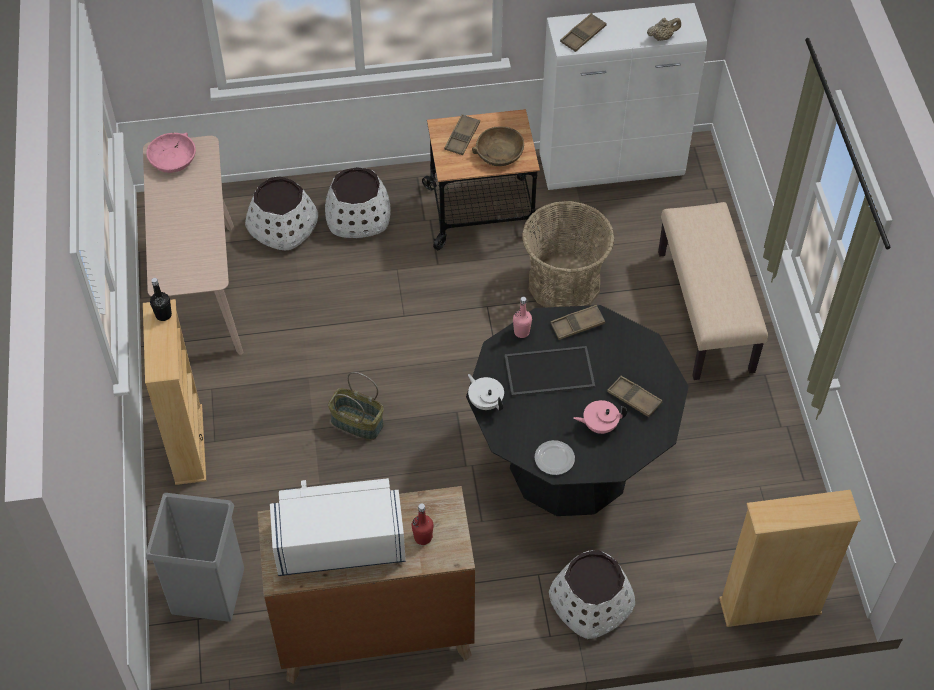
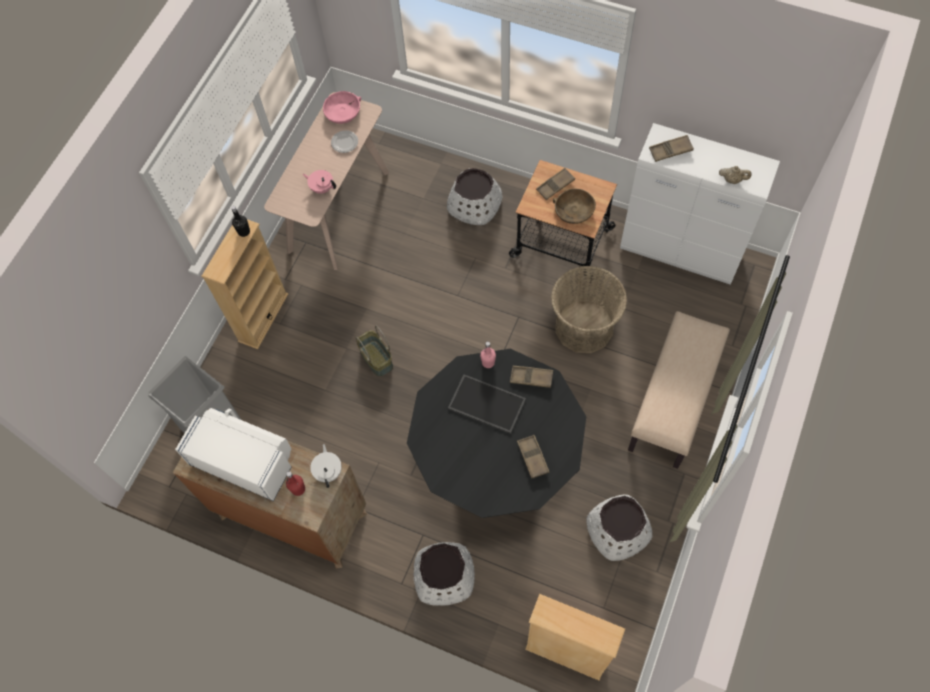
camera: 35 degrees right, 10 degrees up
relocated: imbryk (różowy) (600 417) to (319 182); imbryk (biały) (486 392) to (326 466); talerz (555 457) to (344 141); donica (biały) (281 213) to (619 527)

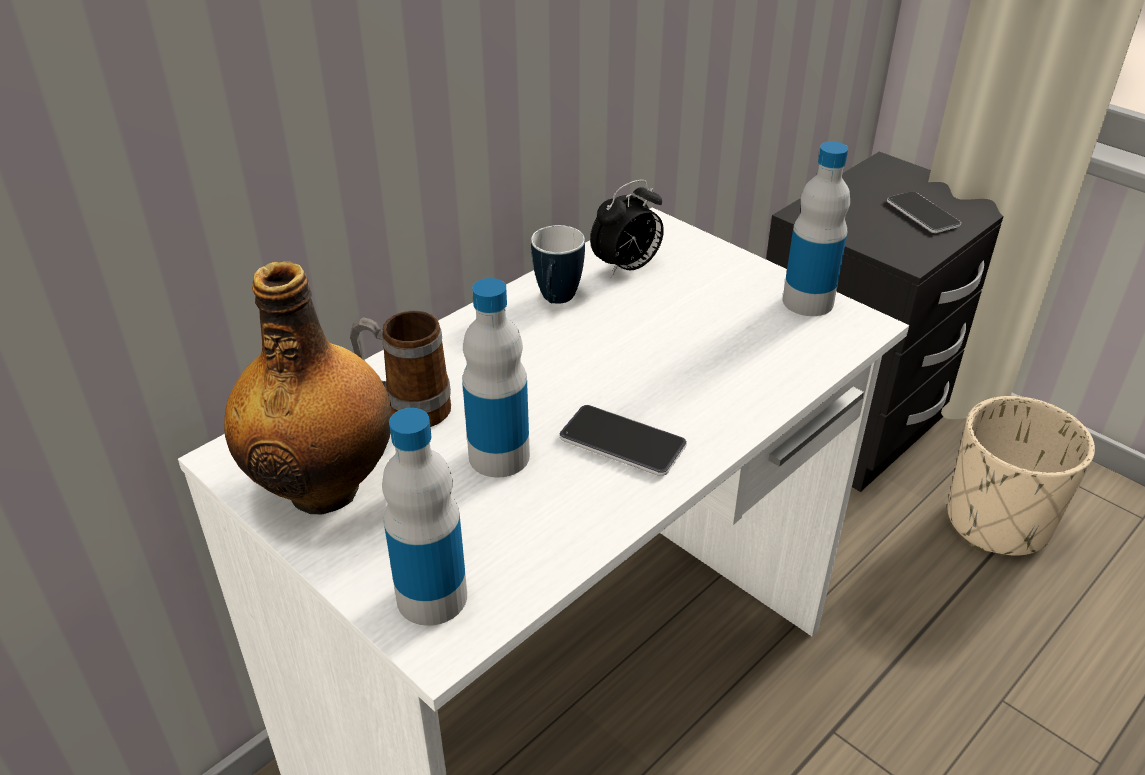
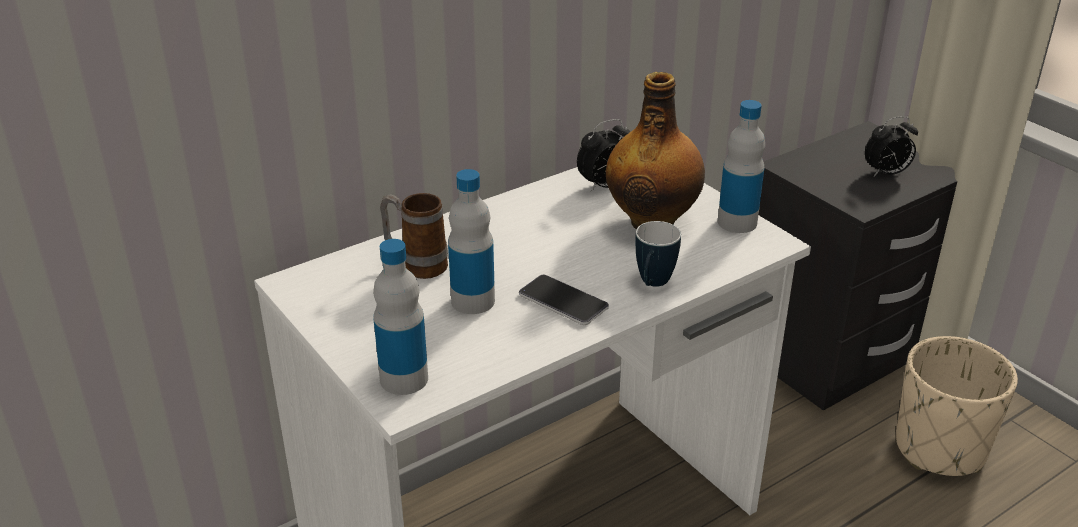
camera: 10 degrees right, 5 degrees down
relocated: butelka (308 388) to (655 151); kubek (558 264) to (658 254)
exchanged: telefon (924 212) to budzik (891 146)

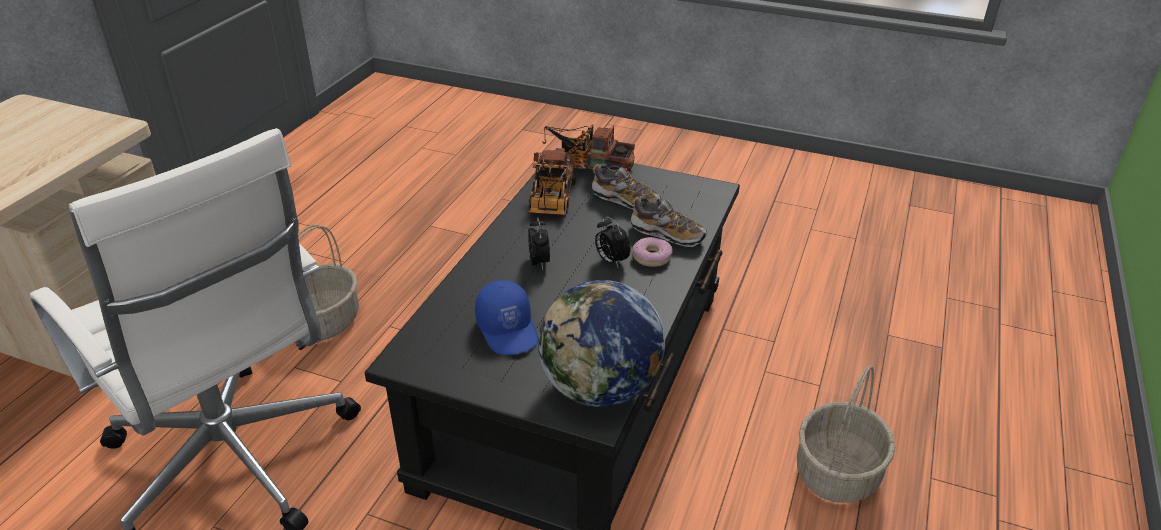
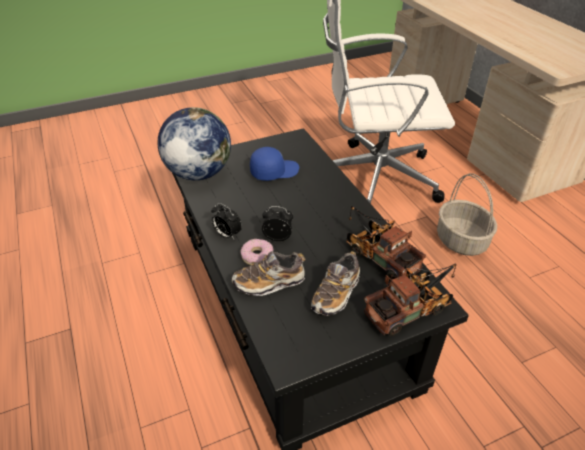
camera: 135 degrees right, 5 degrees up
missing: koszyk (846 434)
relocated: budzik (539 243) to (226 221)
spun: czapka z daszkiem (niebieski) (506 317) = (274 164) 135 degrees clockwise; but (626 187) = (335 283) 45 degrees counterclockwise

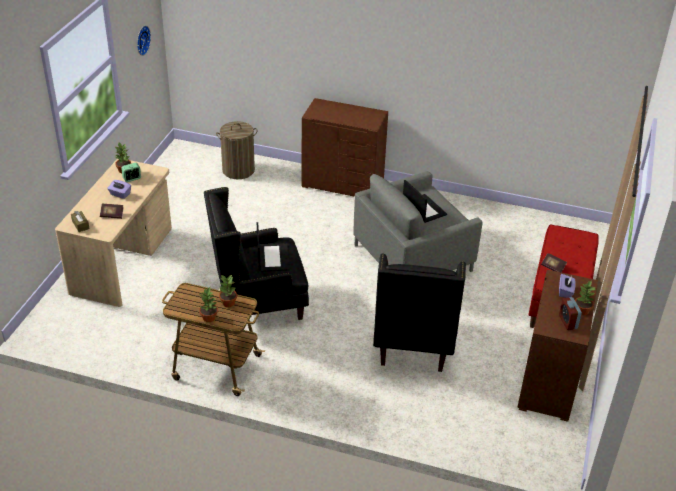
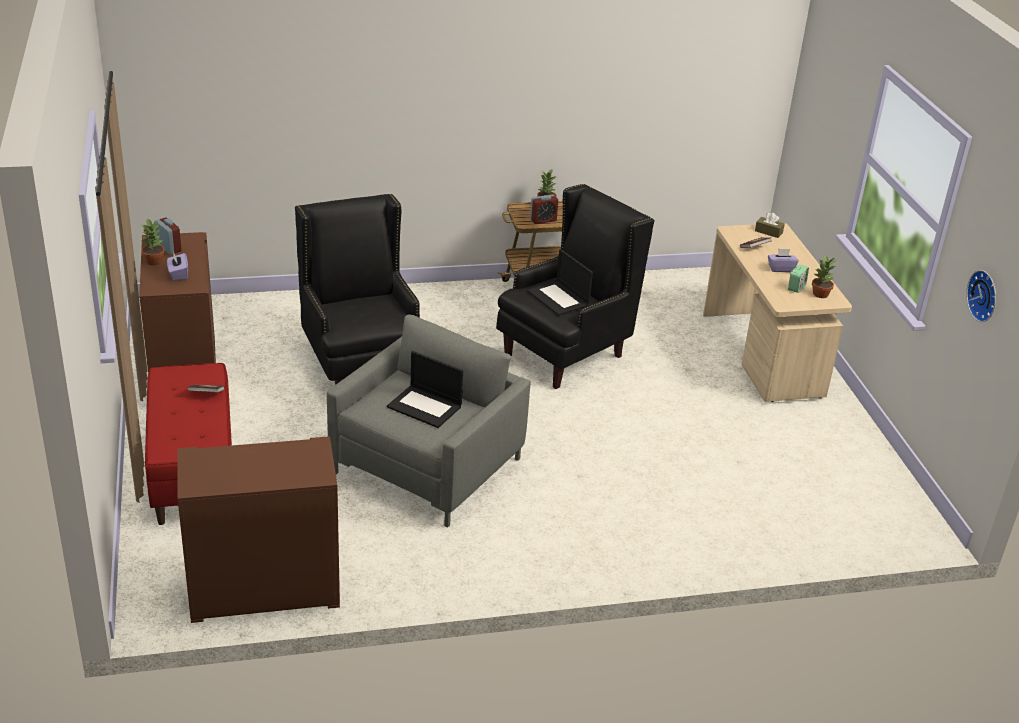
camera: 150 degrees right, 5 degrees down
missing: kosz na pranie (236 150)
relocated: komoda (brązowy) (345 147) to (259 529)
exchanged: roślina doniczkowa (228 290) to budzik (544 209)

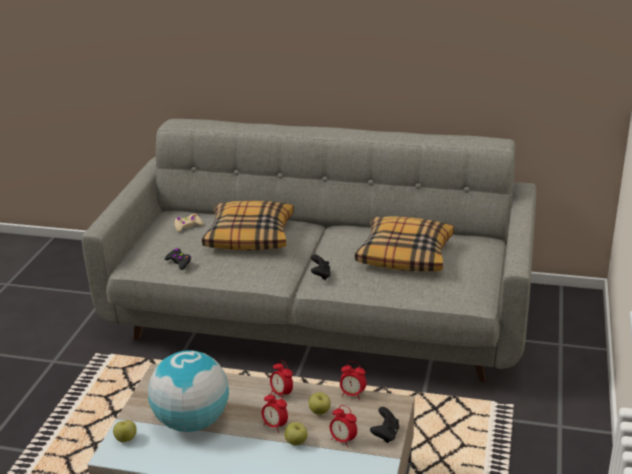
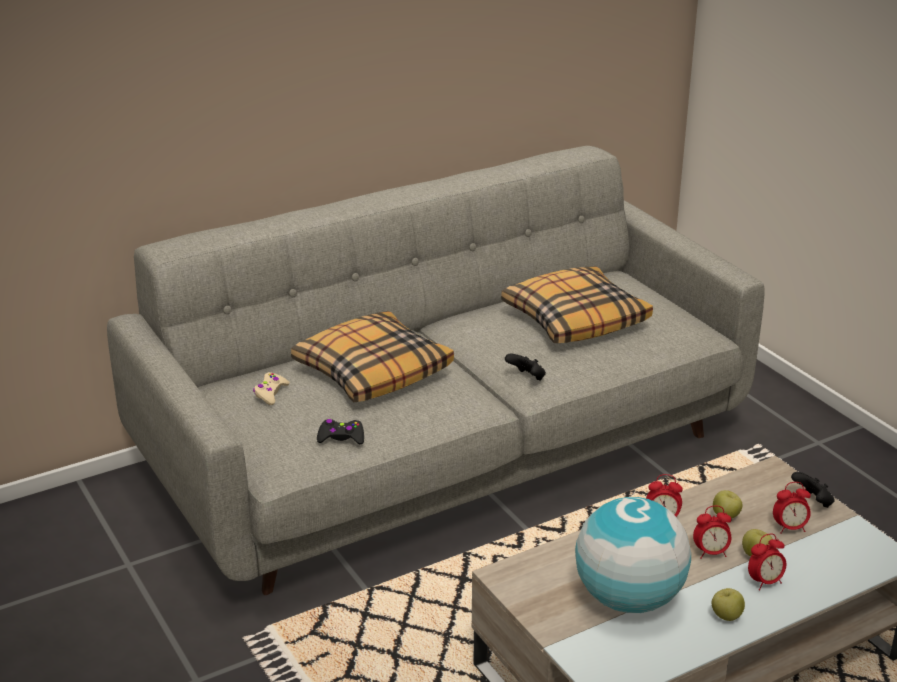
camera: 45 degrees left, 0 degrees up
relocated: jabłko (124 431) to (728 604); budzik (353 380) to (767 561)

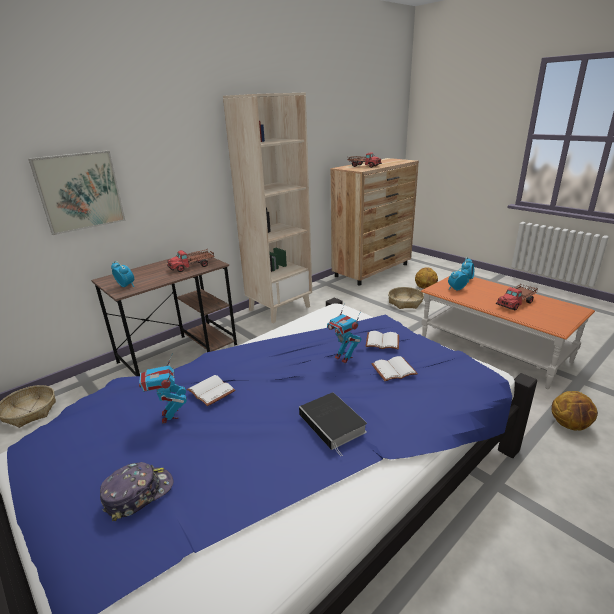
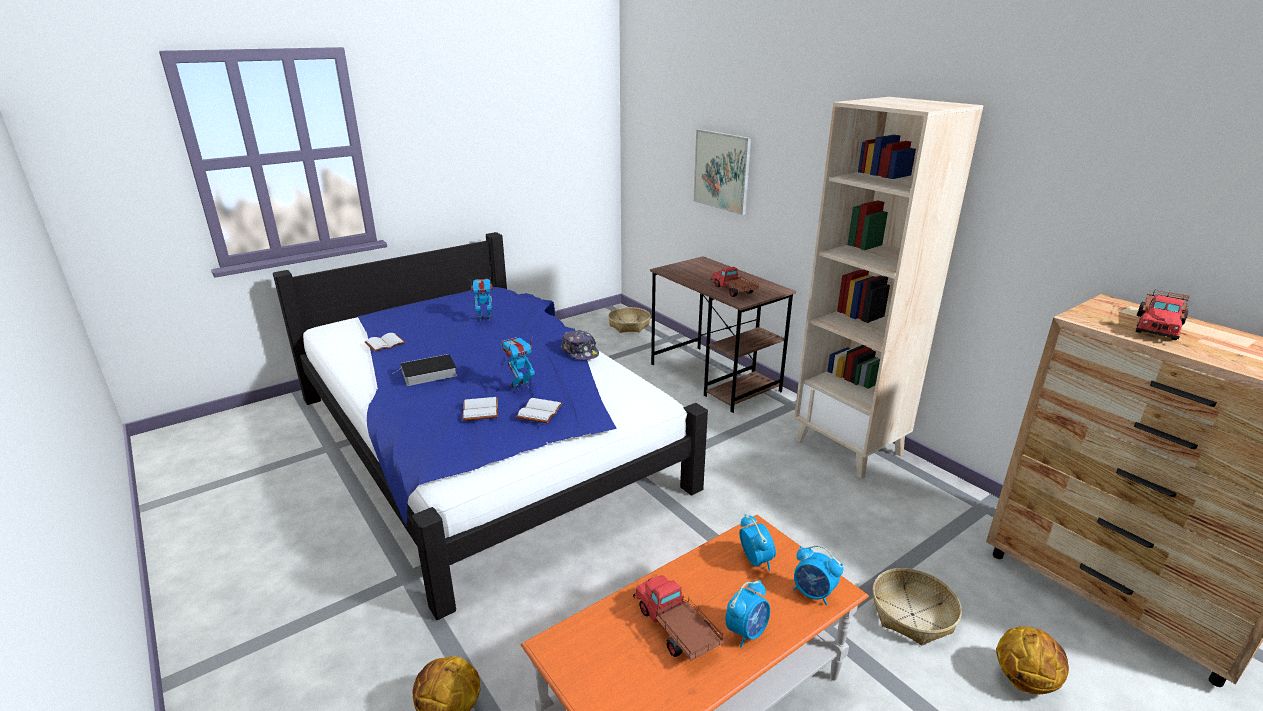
camera: 95 degrees right, 0 degrees up
relocated: książka (biały) (211 390) to (385 342); czapka z daszkiem (137 491) to (580 345); budzik (122 274) to (747 614)

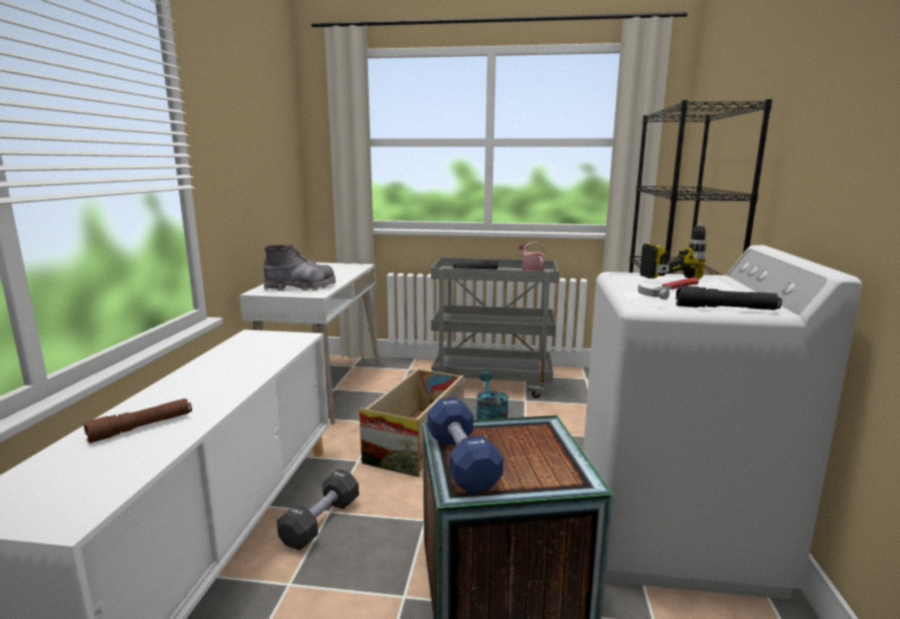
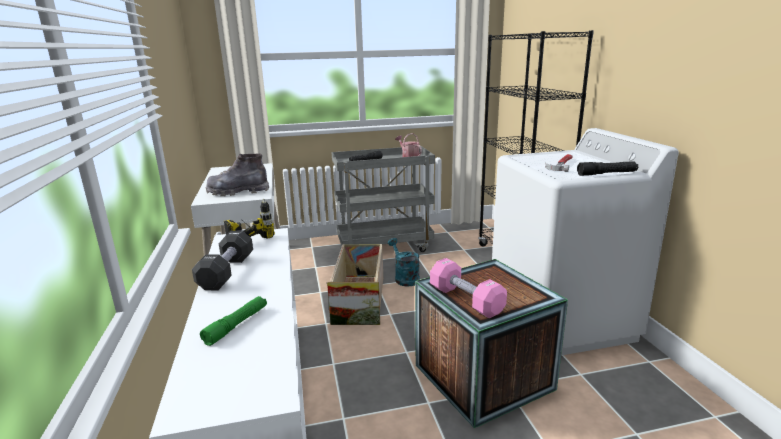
camera: 20 degrees left, 5 degrees up
relocated: hantel (czarny) (318 509) to (222 260); wiertarka (673 249) to (249 218)
colour: latarka (brązowy) (138 420) to latarka (zielony) (233 321); hantel (niebieski) (465 445) to hantel (różowy) (468 288)
spun: but z cholewką (szary) (300 267) = (237 174) 150 degrees counterclockwise

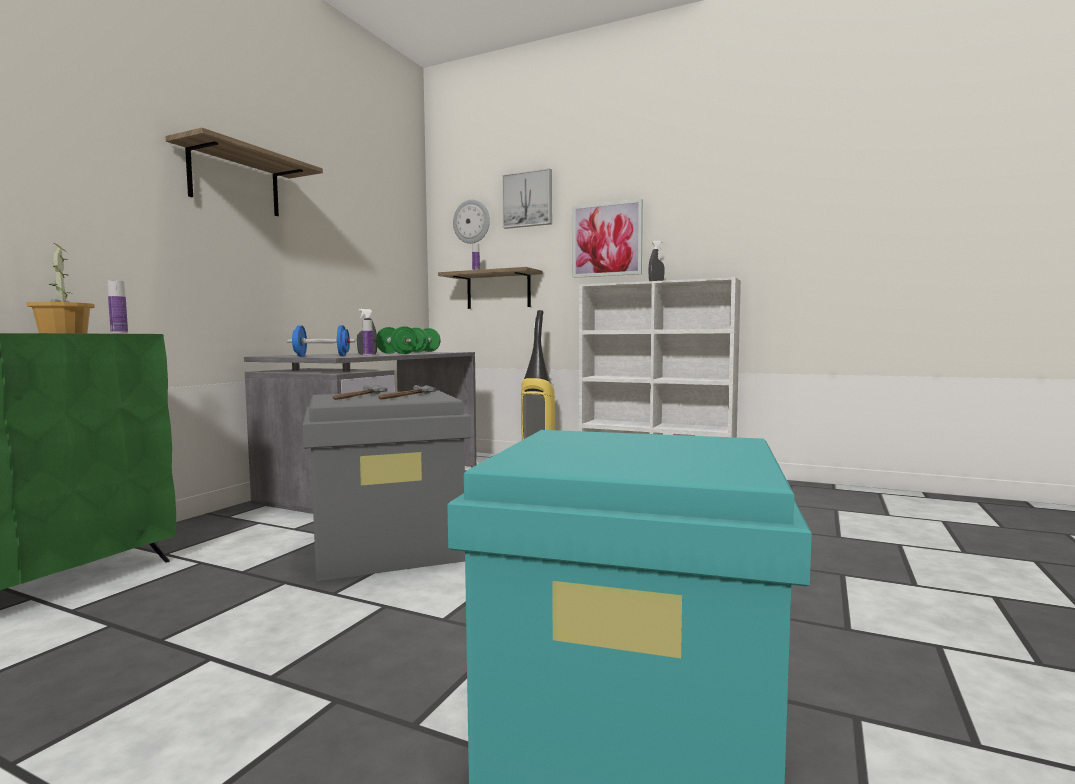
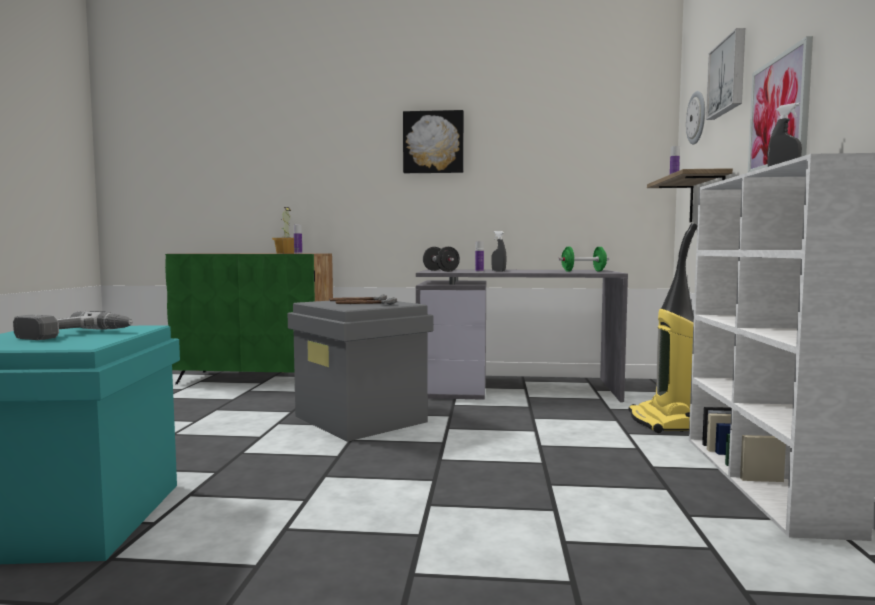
camera: 70 degrees right, 0 degrees up
missing: hantel (zielony) (397 340)
appeared: wiertarka (73 325)
exchanged: półka (244 171) to obraz (433 141)
colour: hantel (niebieski) (321 341) to hantel (czarny) (441 259)

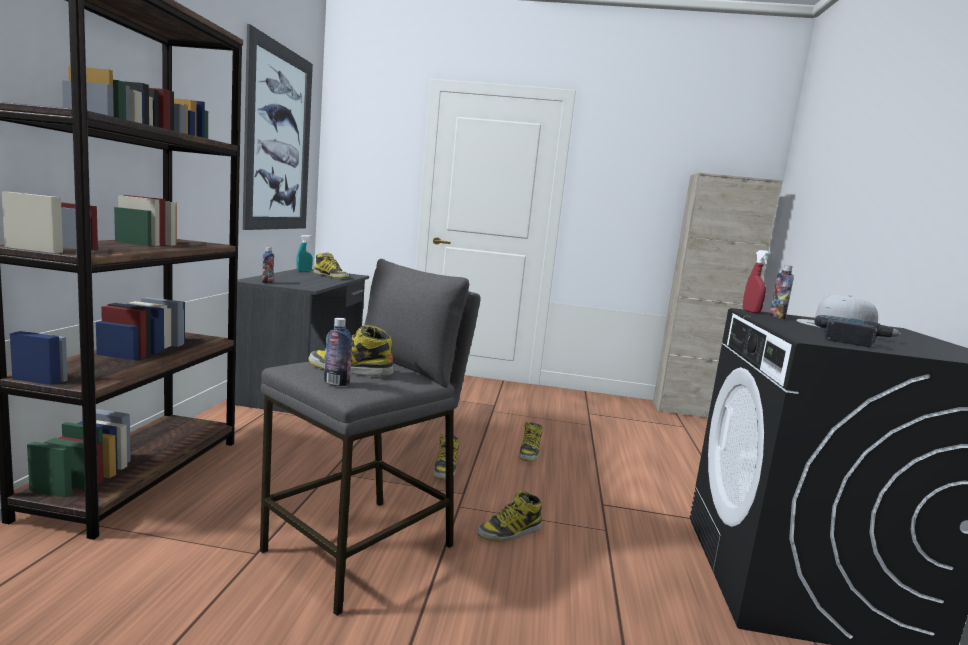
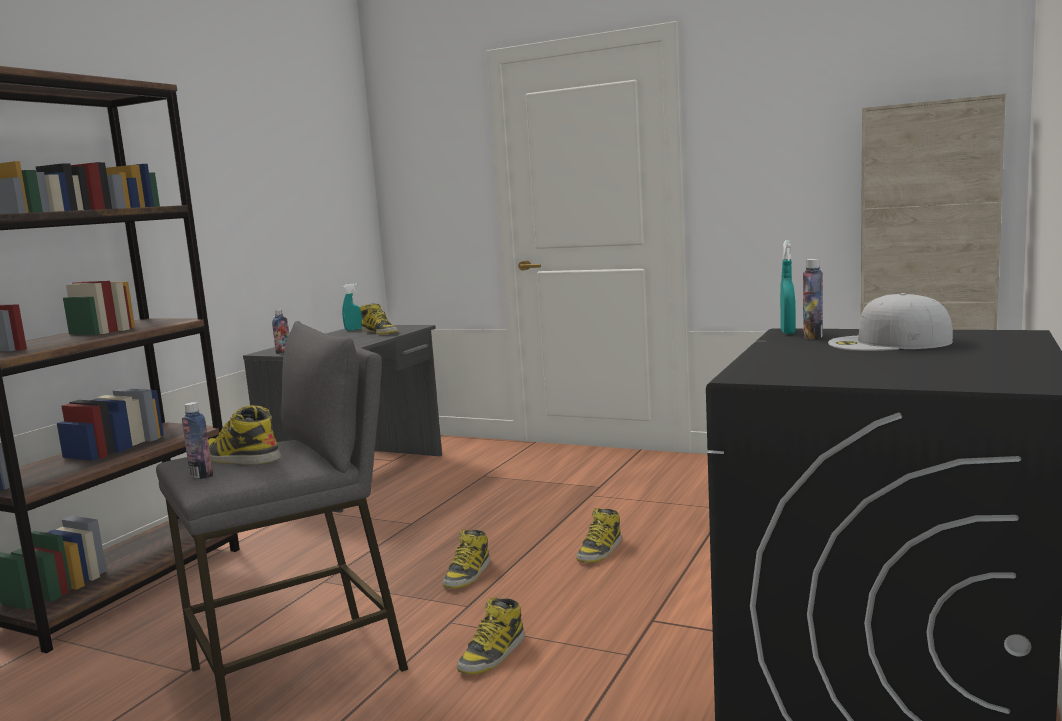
camera: 20 degrees right, 0 degrees up
missing: obraz (278 127); wiertarka (858 331)
colour: spryskiwacz (czerwony) (757 281) to spryskiwacz (turkusowy) (788 287)
spun: but z cholewką (509 516) = (491 636) 45 degrees counterclockwise

